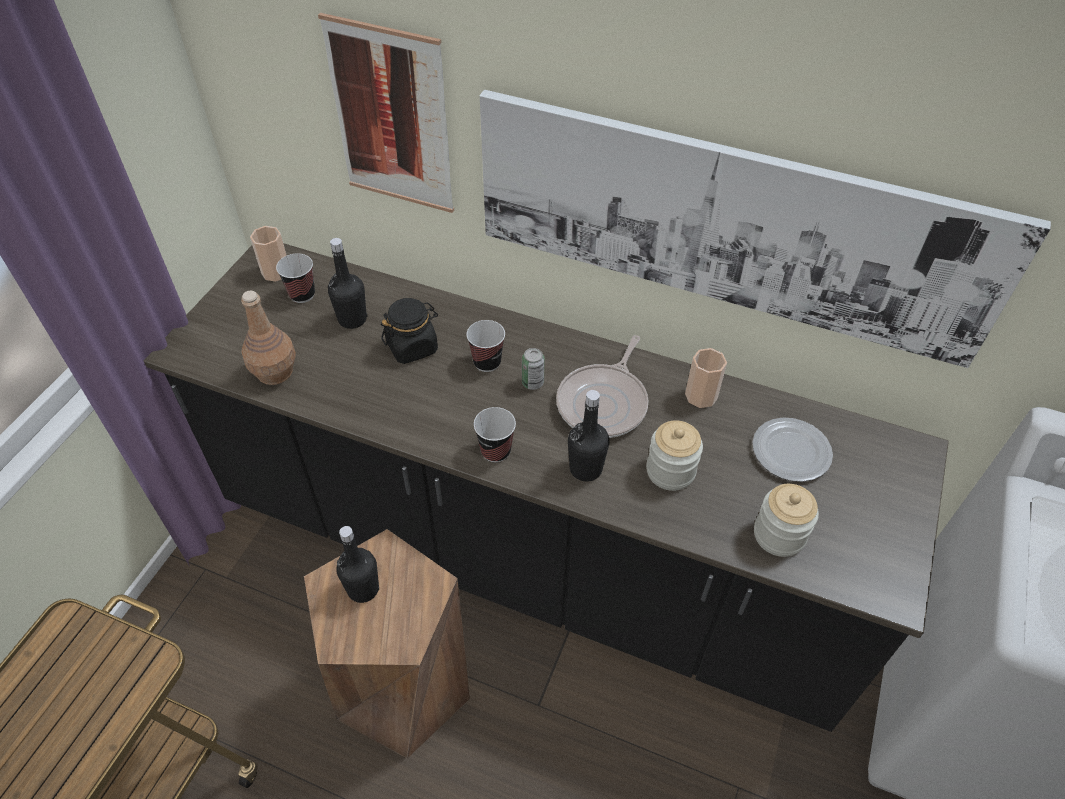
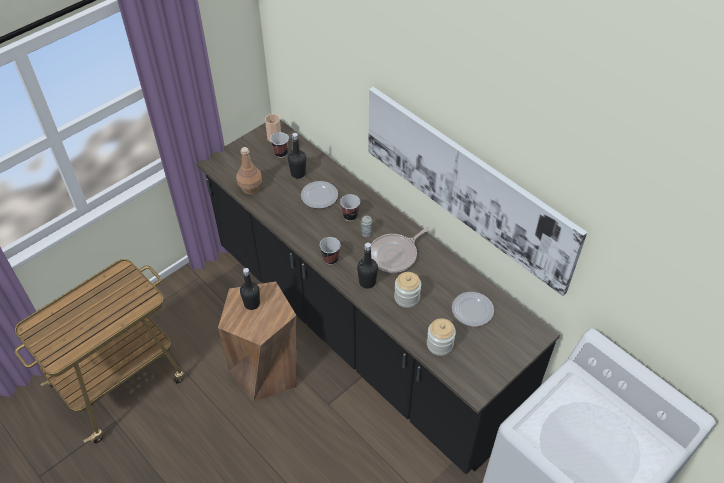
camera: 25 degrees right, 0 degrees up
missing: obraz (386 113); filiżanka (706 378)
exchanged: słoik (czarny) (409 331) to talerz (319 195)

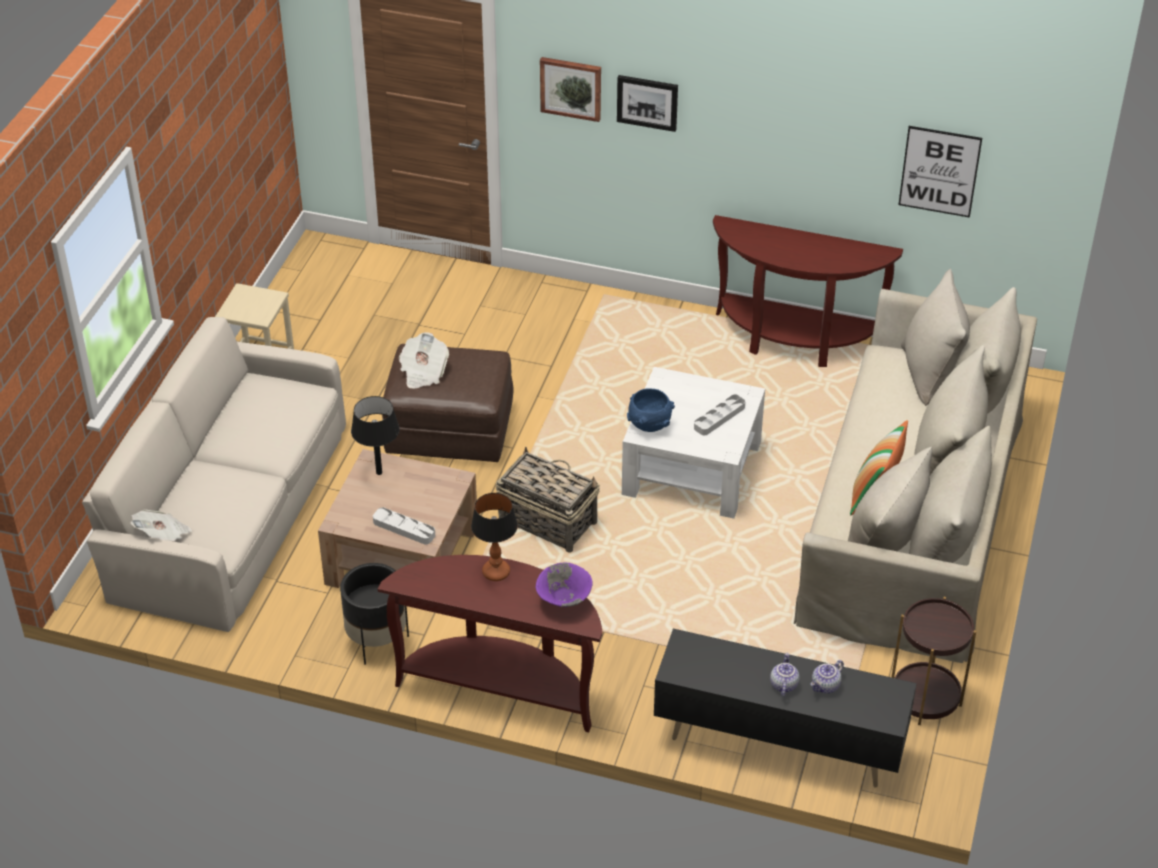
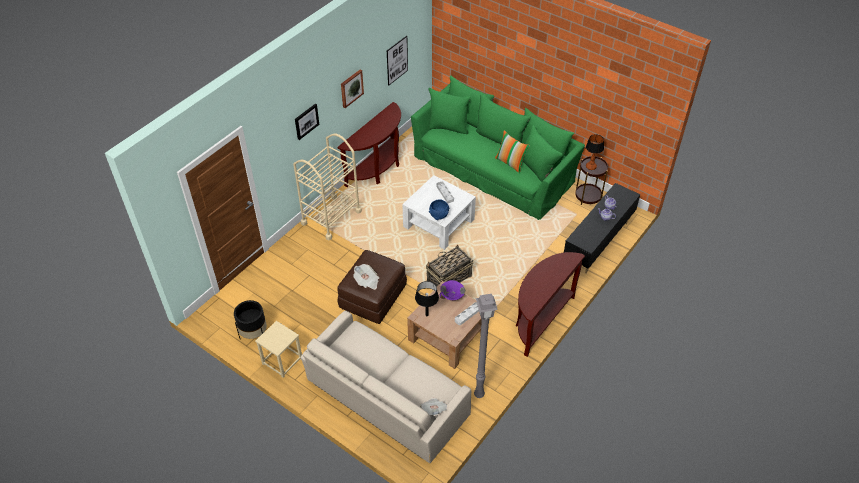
camera: 70 degrees left, 5 degrees up
appeared: wózek (beżowy) (327 187); lampa stojąca (szary) (486 346)
relocated: donica (czarny) (374 614) to (250 319); obraz (570 89) to (352 88); miska (fioletowy) (564 585) to (452 290); lampa stołowa (494 537) to (595 152)
colour: kanapa (beżowy) (915 466) to kanapa (zielony) (498 148)

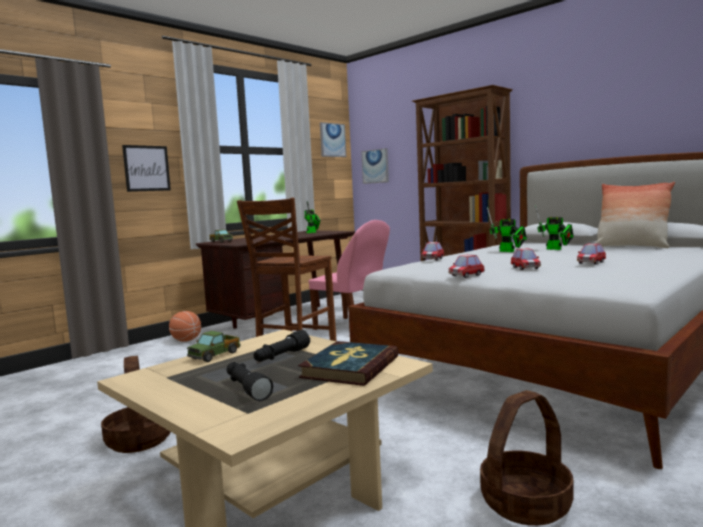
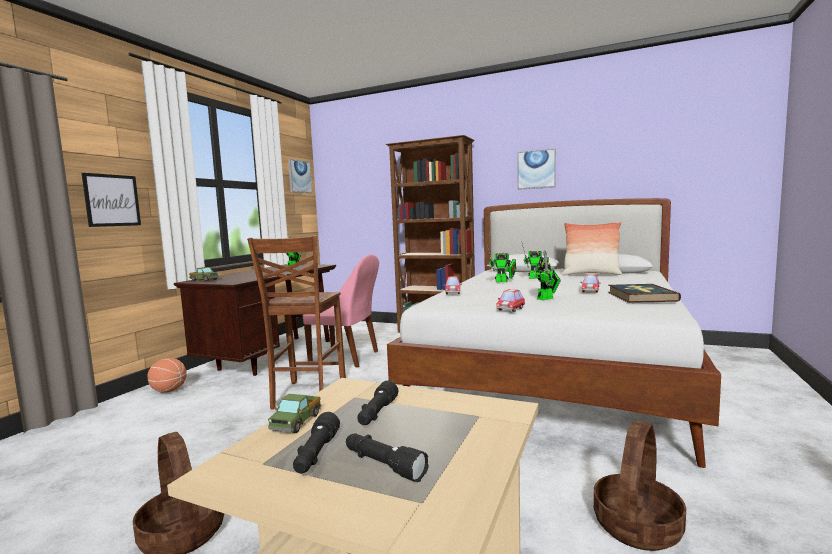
camera: 20 degrees left, 0 degrees up
appeared: latarka (czarny) (316 442)
relocated: obraz (375 166) to (536 169); książka (348 363) to (644 293)
exchanged: samochodzik (526 259) to robot zabawkowy (548 275)

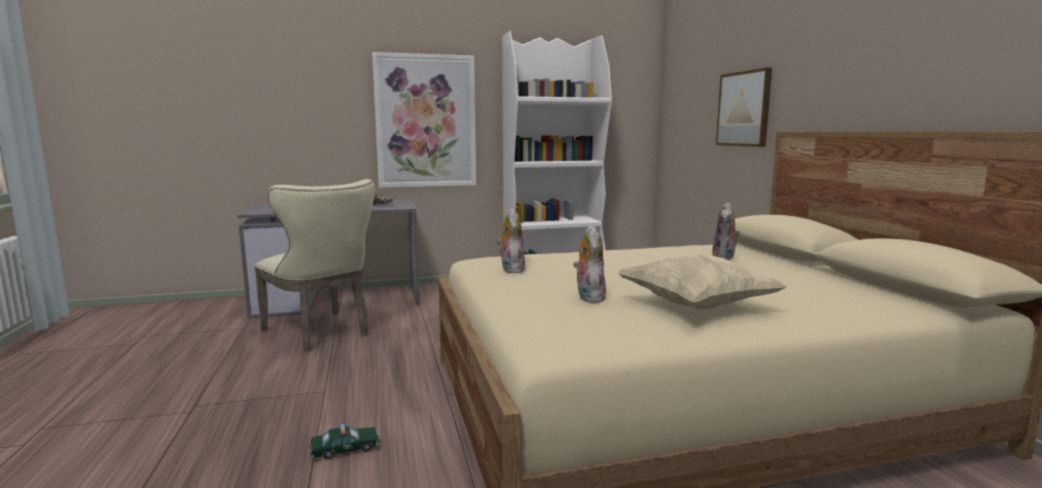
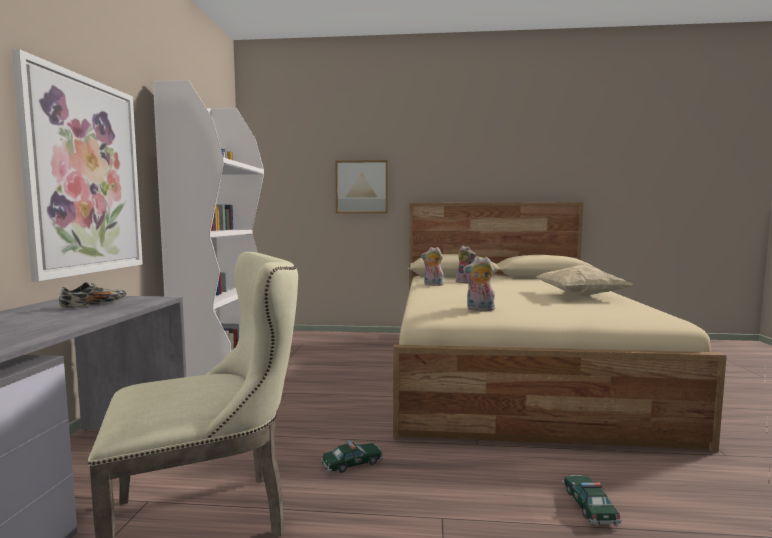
camera: 70 degrees left, 5 degrees down
appeared: samochodzik (352 456)
relocated: pluszak (590 264) to (432 266)

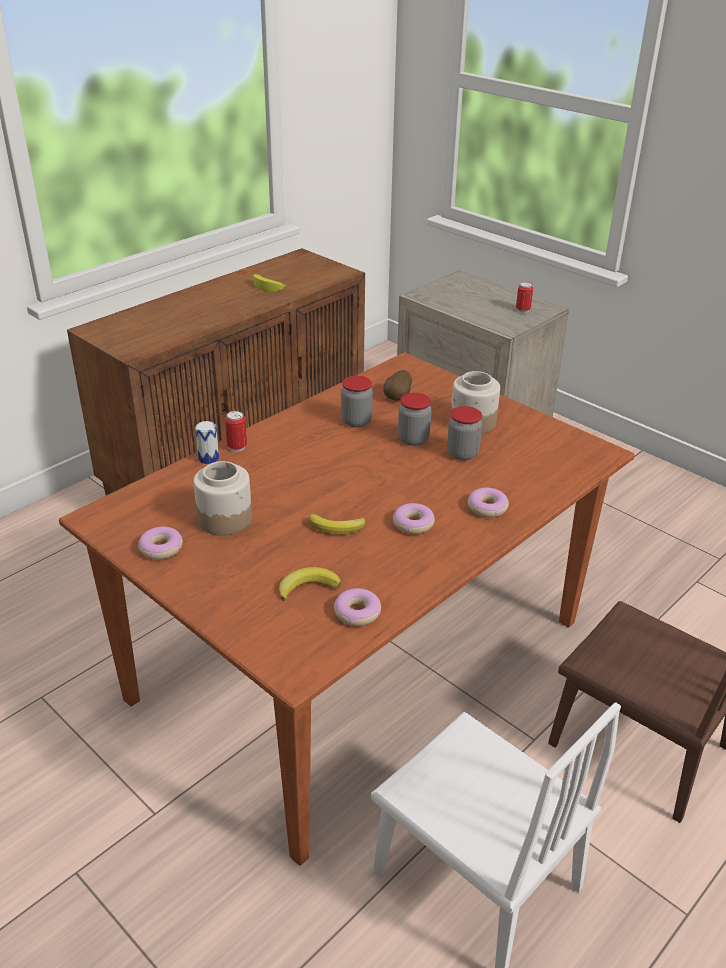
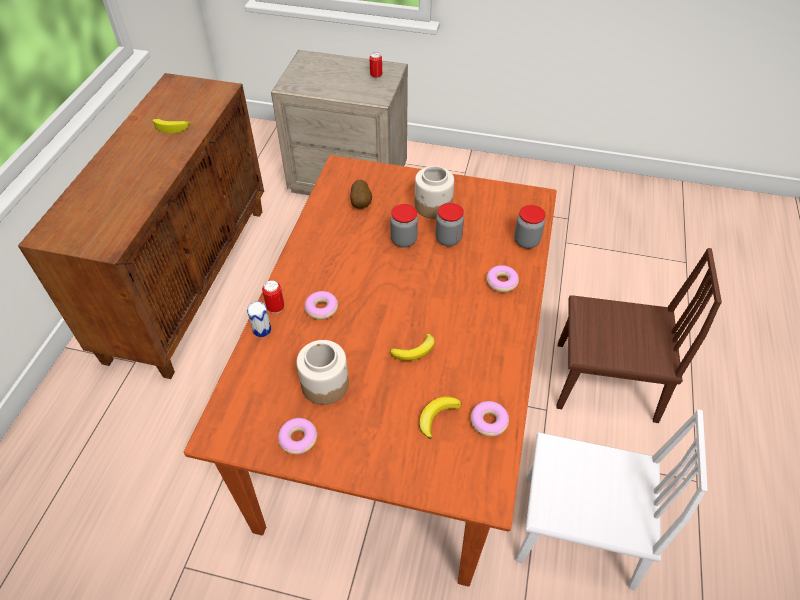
camera: 30 degrees left, 15 degrees up
relocated: donut (413 518) to (321 305); słoik (357 401) to (530 227)

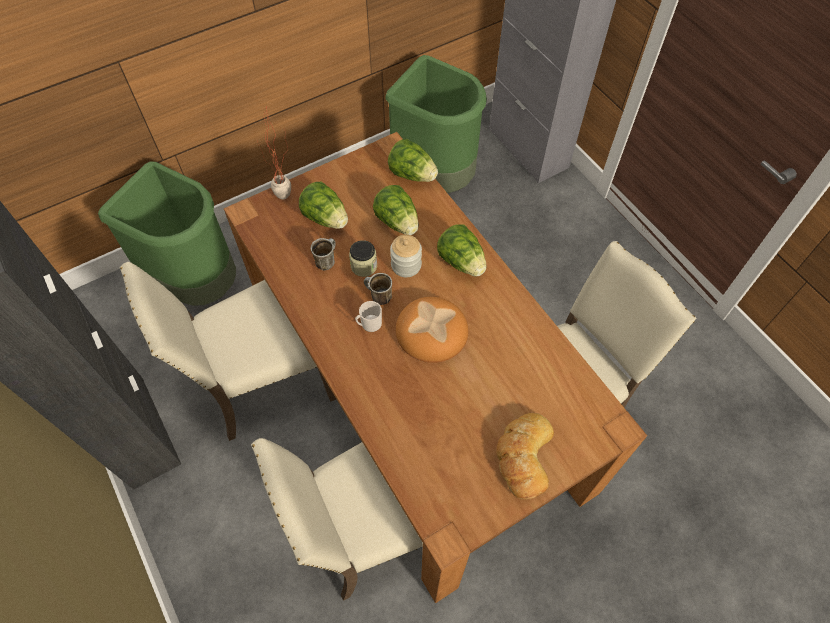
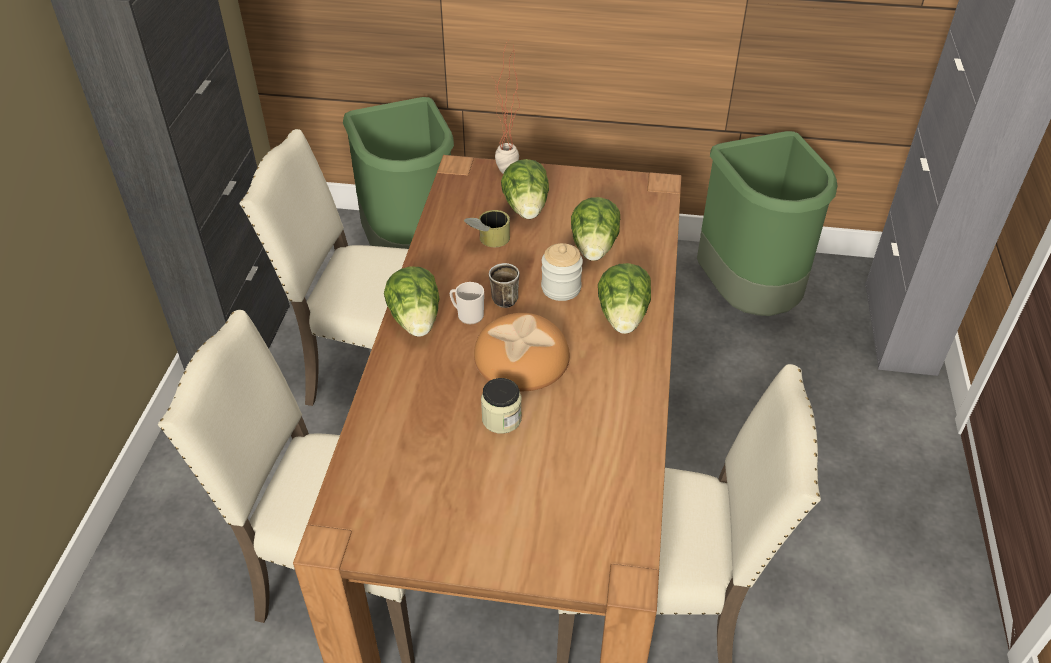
camera: 40 degrees right, 15 degrees down
missing: chleb (525 456)
relocated: sałata (413 160) to (412 301); słoik (363 258) to (501 406)
exchanged: kubek (323 254) to puszka (487 228)

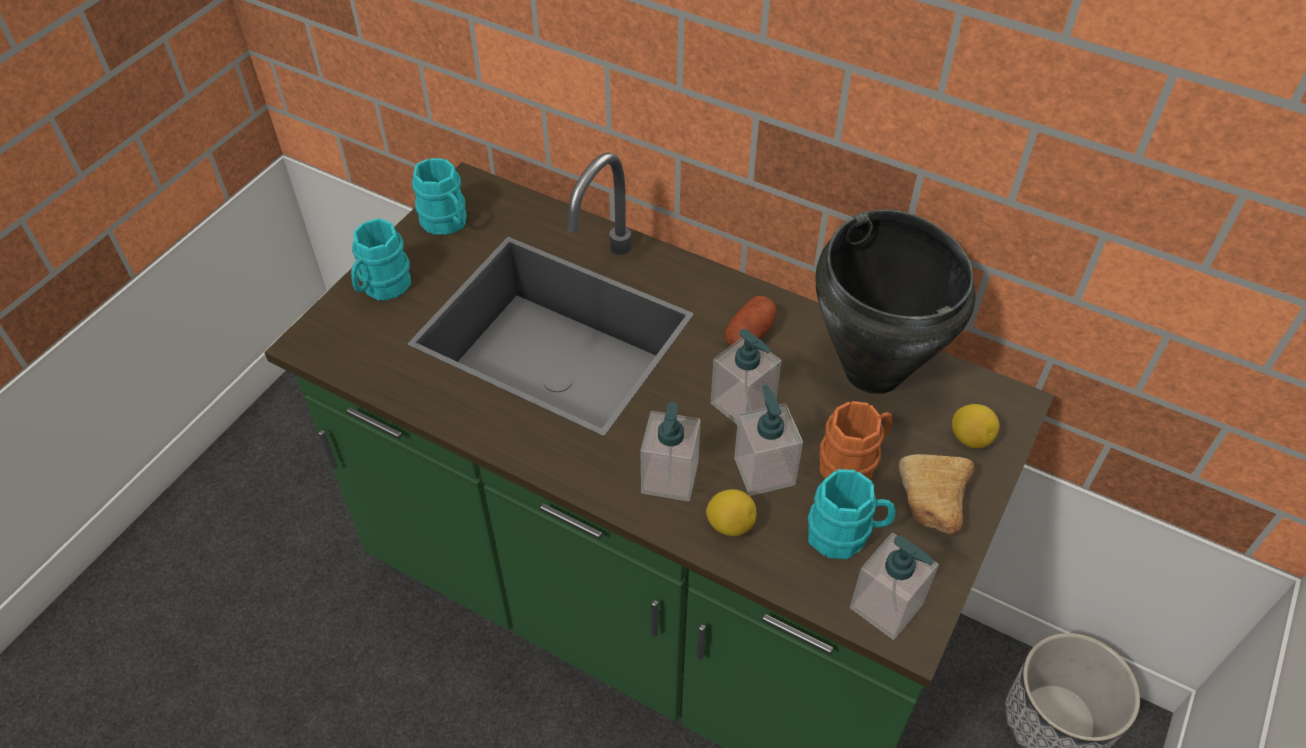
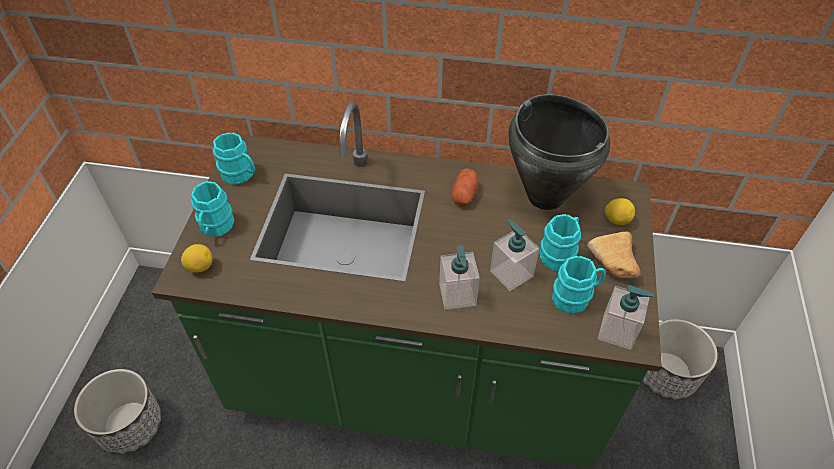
camera: 20 degrees left, 0 degrees up
missing: dozownik mydła (746 376)
appeared: donica (117 411)
relocated: cytryna (731 512) to (197 258)
colour: kubek (pomarańczowy) (856 440) to kubek (turkusowy) (560 242)

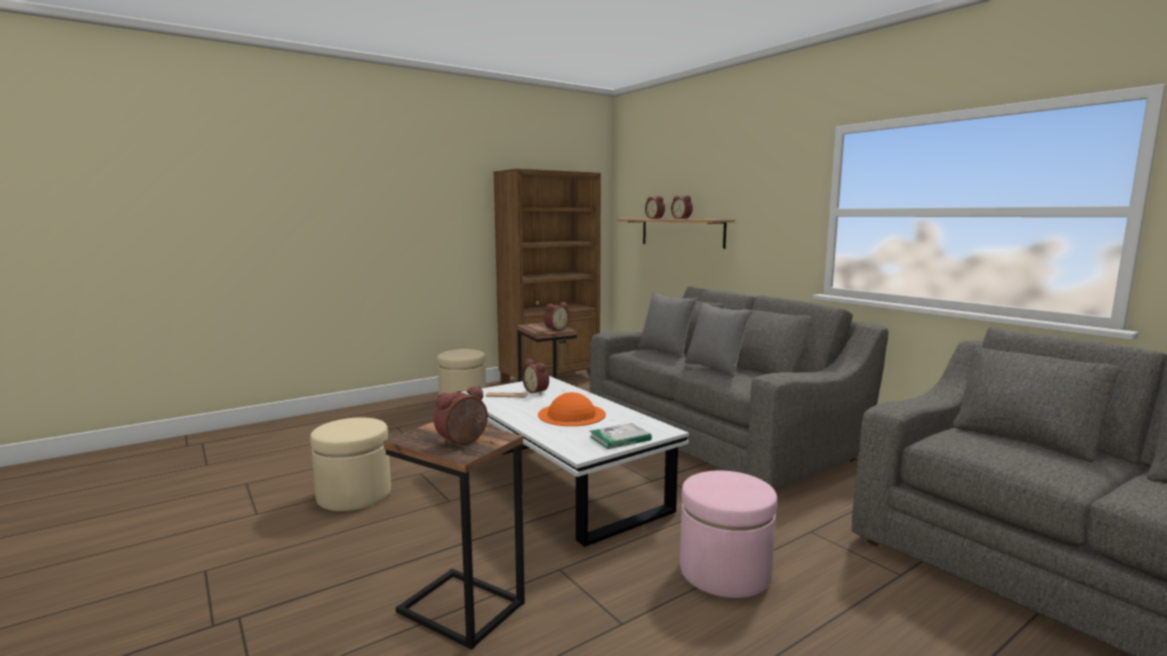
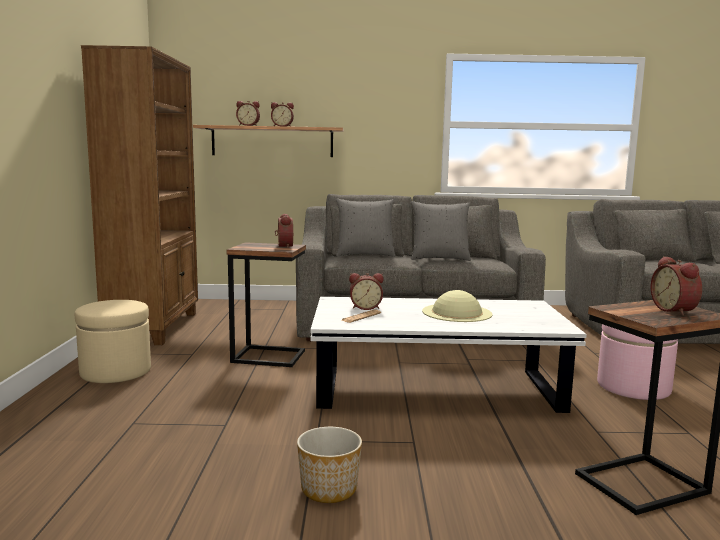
camera: 55 degrees left, 0 degrees up
missing: książka (621 436)
exchanged: pufa (beżowy) (350 464) to donica (329 465)
colour: kapelusz (pomarańczowy) (572 409) to kapelusz (beżowy) (457 306)

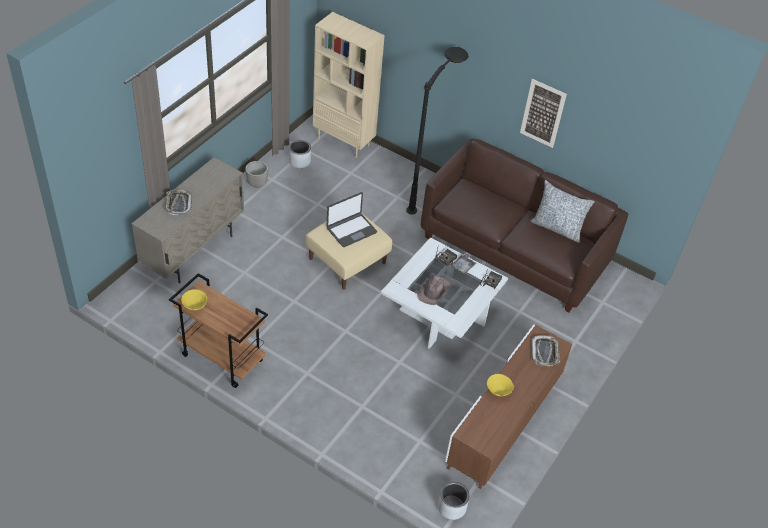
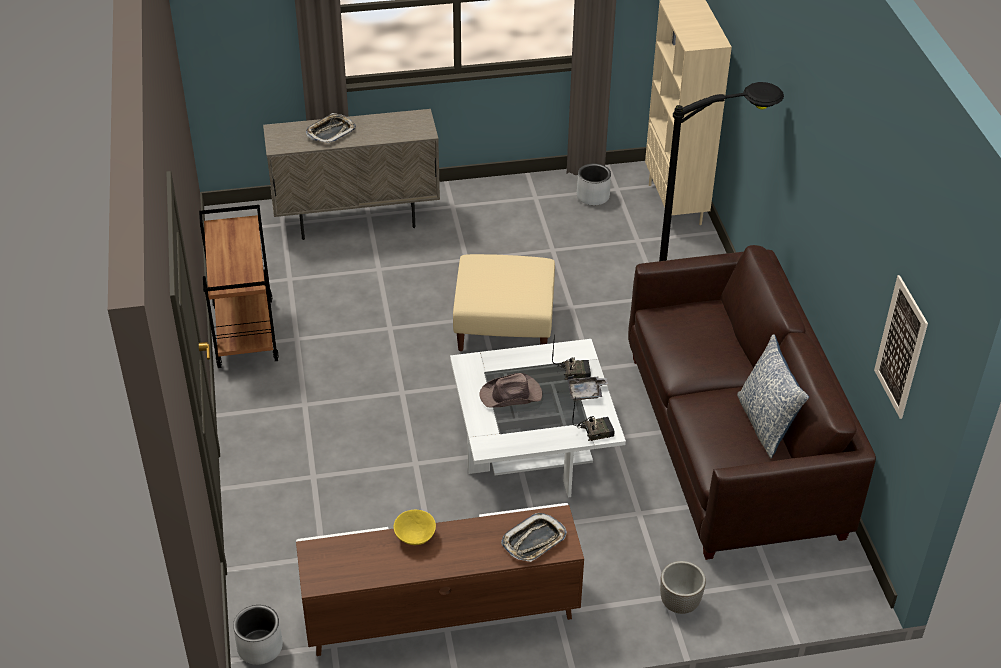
camera: 50 degrees right, 5 degrees down
missing: miska (żółty) (194 299); laptop (351 219)
relocated: donica (256 174) to (683 587); obraz (543 113) to (901 347)

